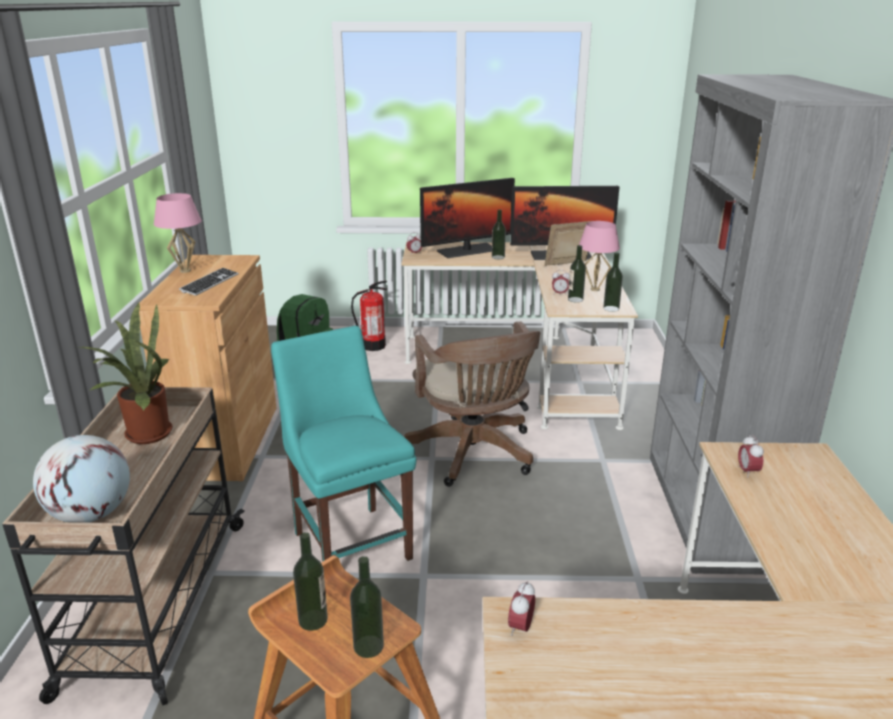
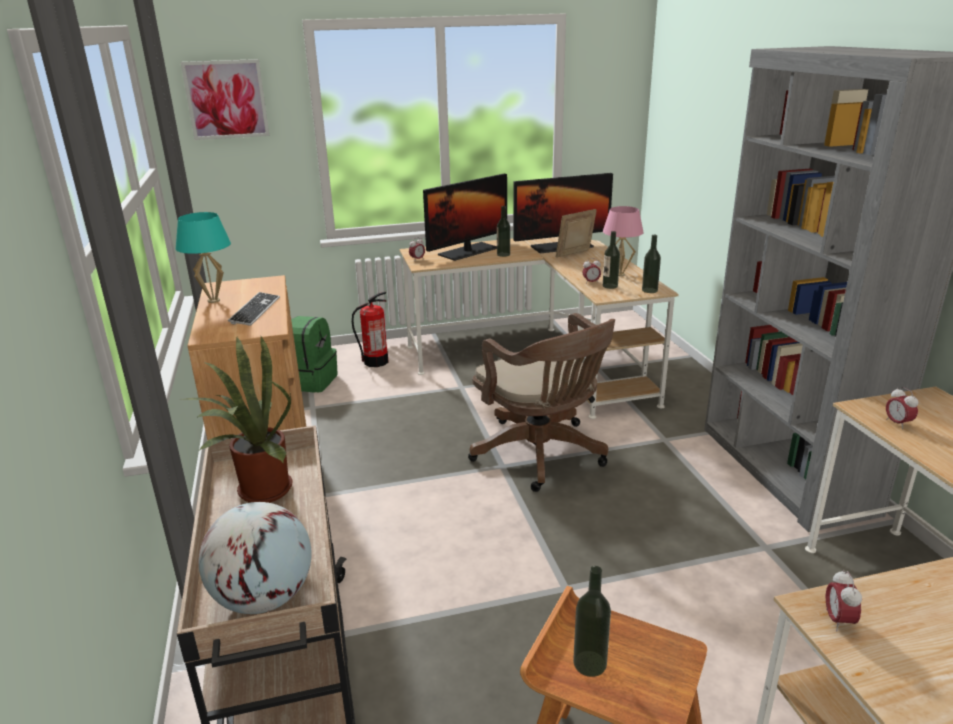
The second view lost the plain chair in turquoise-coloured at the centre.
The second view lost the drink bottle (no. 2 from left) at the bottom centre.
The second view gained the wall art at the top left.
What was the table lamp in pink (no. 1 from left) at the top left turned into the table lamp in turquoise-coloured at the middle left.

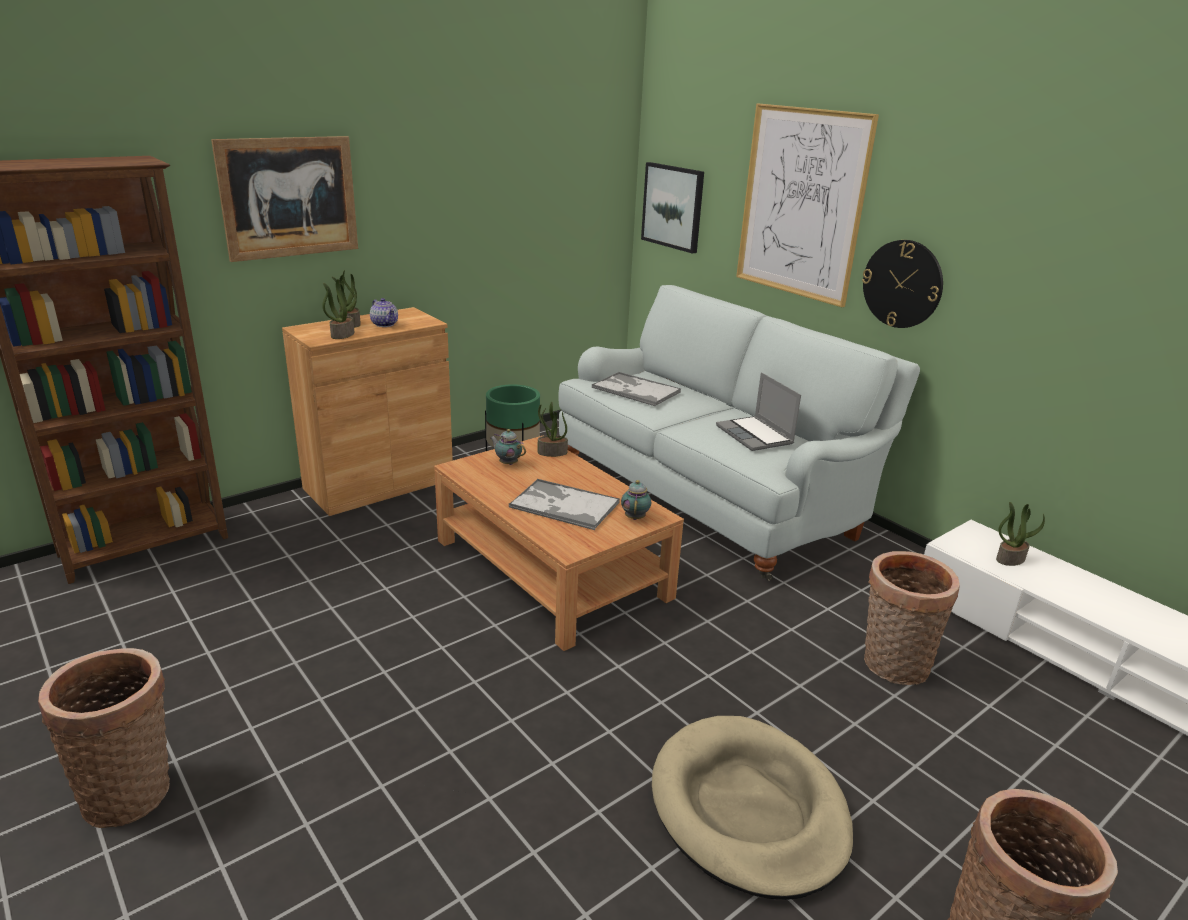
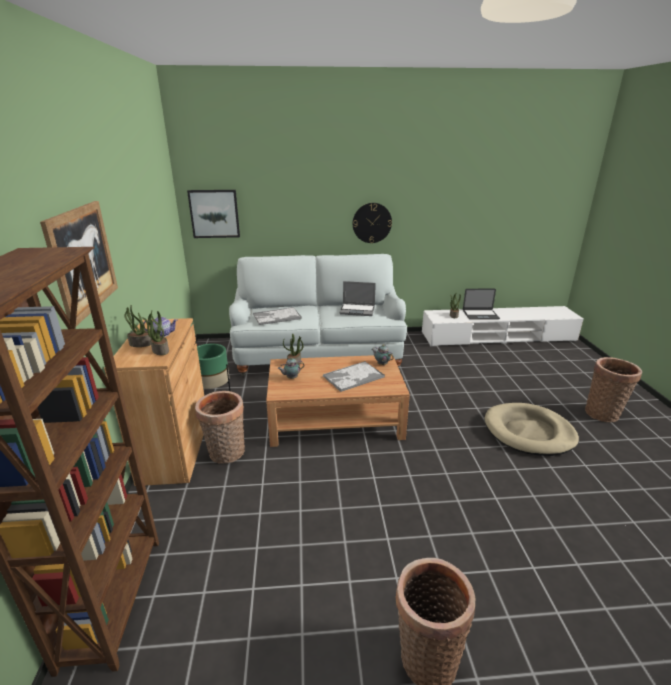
The second view lost the wall art (no. 3 from left) at the top right.
The second view gained the portable computer (no. 2 from left) at the middle right.
The basket (no. 2 from left in the first image) ended up elsewhere, having gone from the bottom right to the middle left.

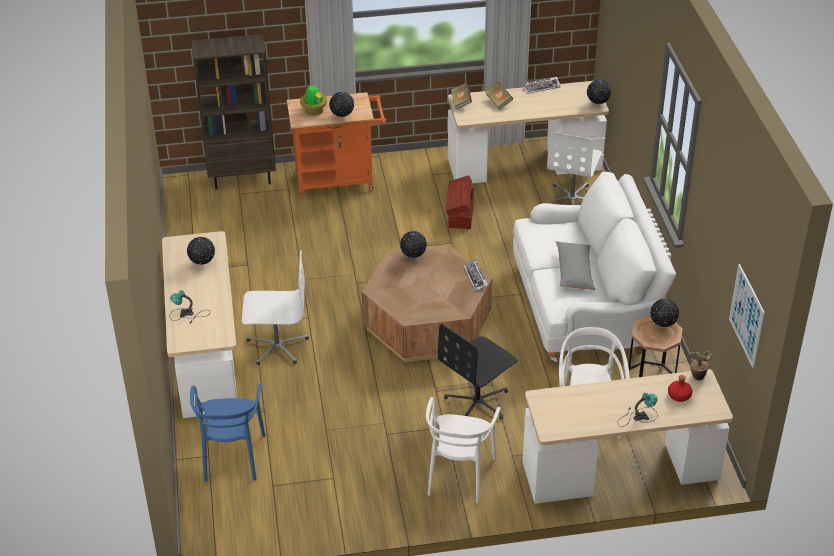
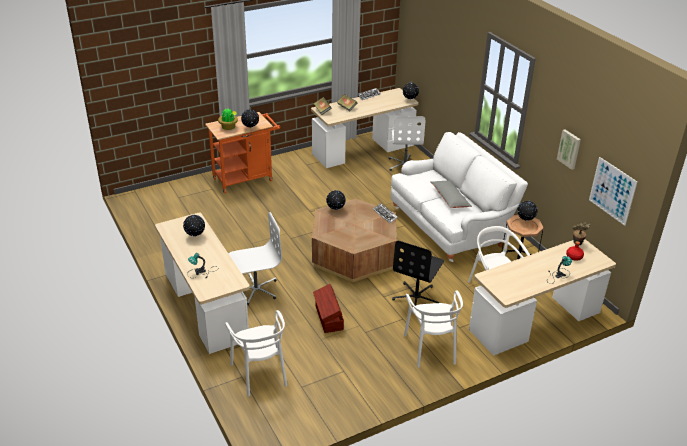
The second view lost the bookcase in brownish at the top left.
The second view gained the wall art (no. 1 from left) at the middle right.
The storage container in brownish ended up elsewhere, having gone from the centre to the bottom centre.
What was the plain chair in bluish at the bottom left turned into the plain chair in white (no. 1 from left) at the bottom centre.

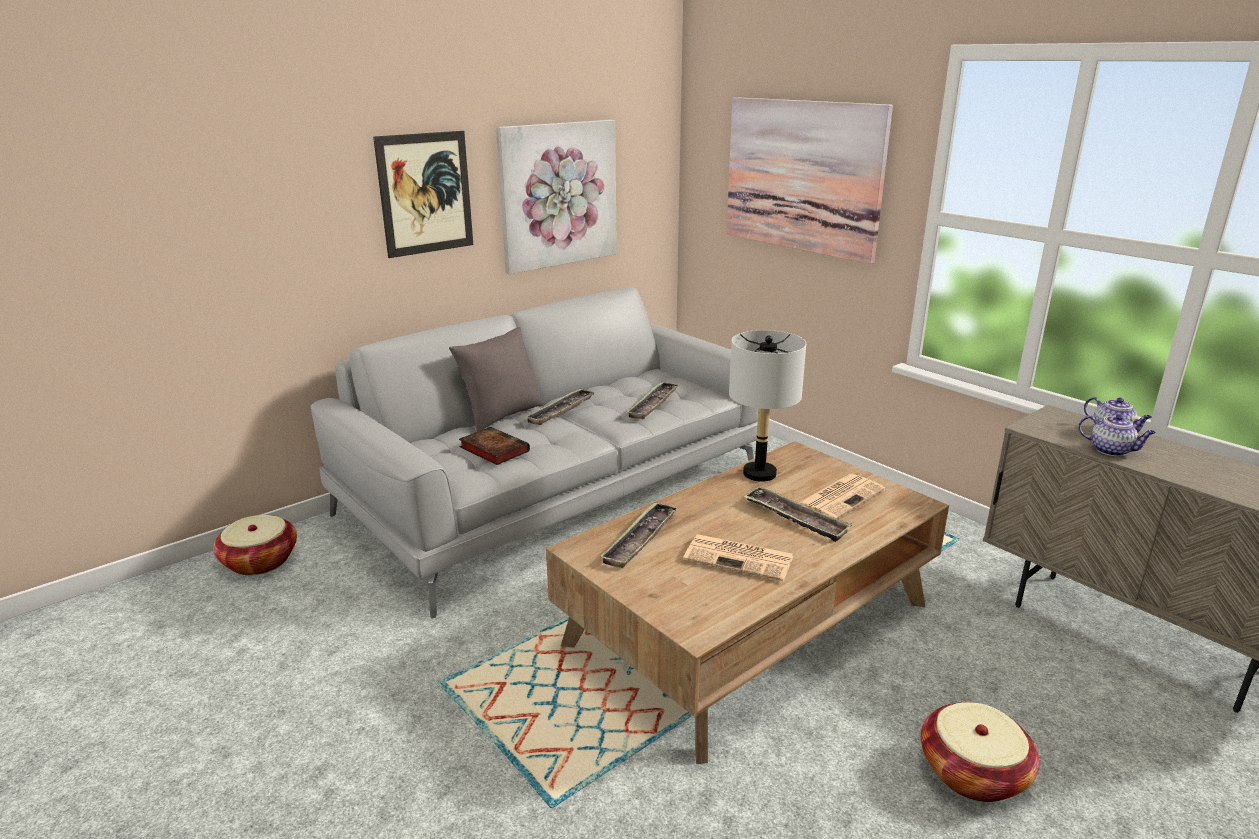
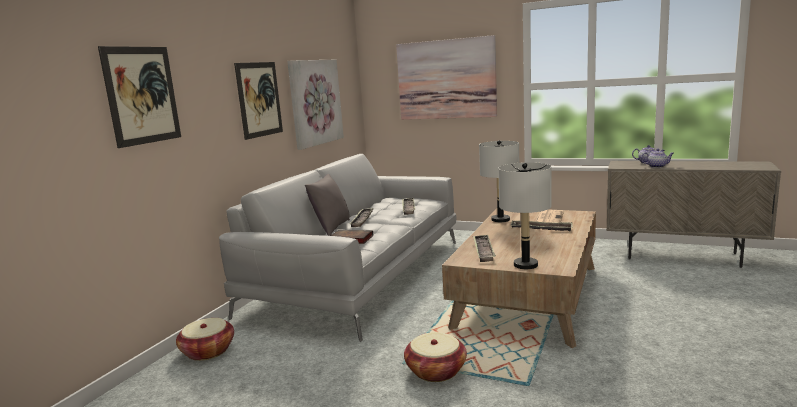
The second view lost the newspaper (no. 1 from left) at the centre.
The second view gained the wall art (no. 1 from left) at the top left.
The second view gained the table lamp in gray (no. 2 from left) at the centre.
The basket (no. 2 from left) ended up elsewhere, having gone from the bottom right to the bottom centre.

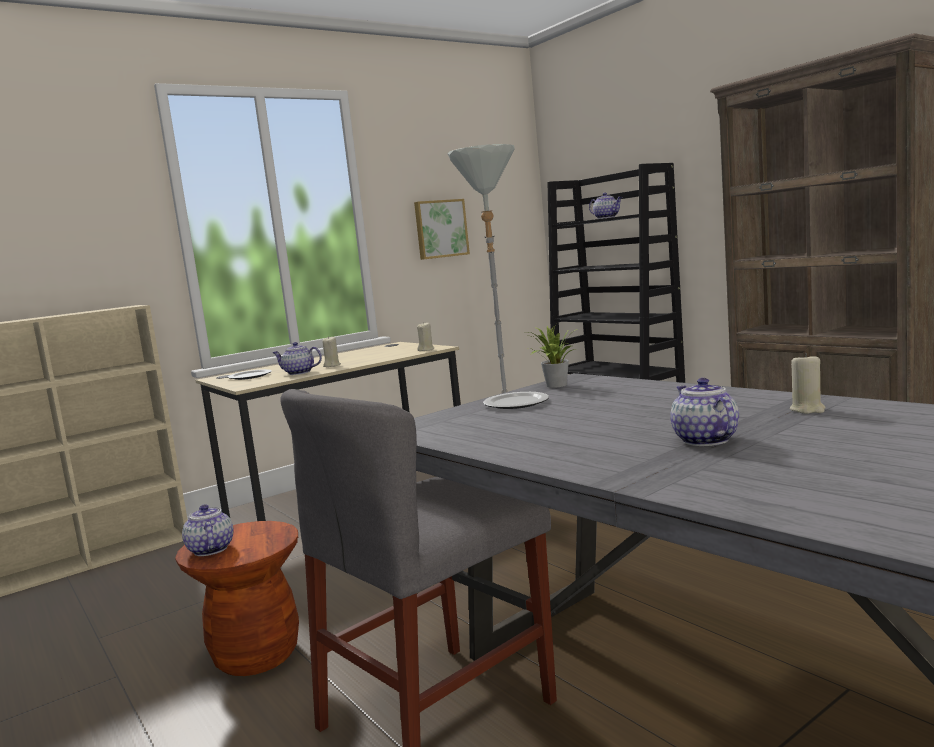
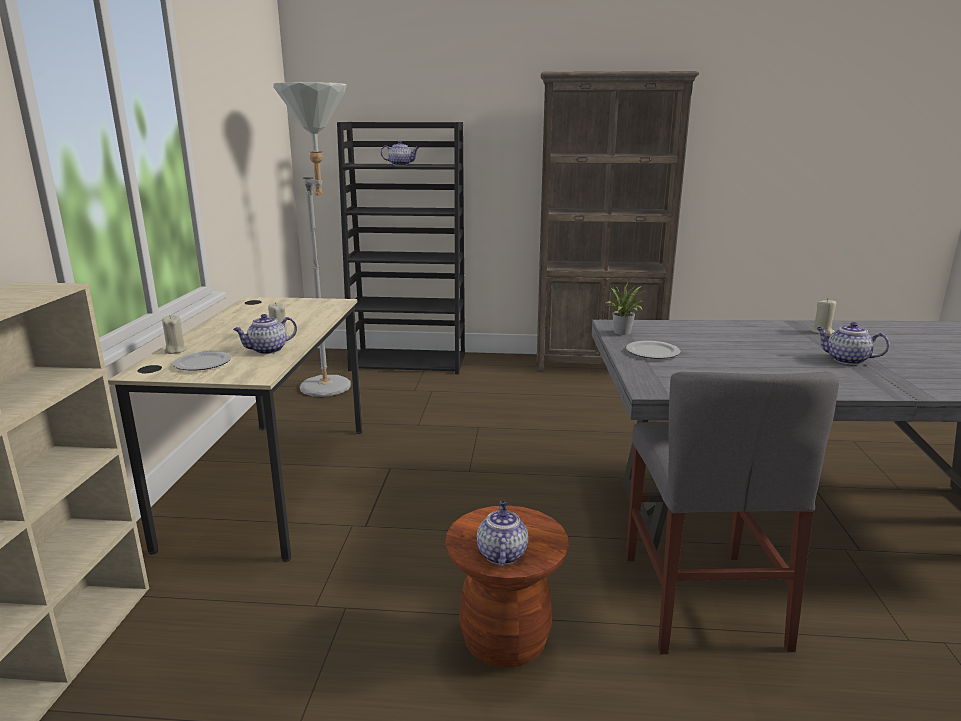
The second view lost the wall art at the top centre.
The wax light in beige-coloured (no. 2 from left in the first image) ended up elsewhere, having gone from the centre to the middle left.
The teapot (no. 1 from left in the first image) at the bottom left ended up facing another way, 75 degrees clockwise from before.

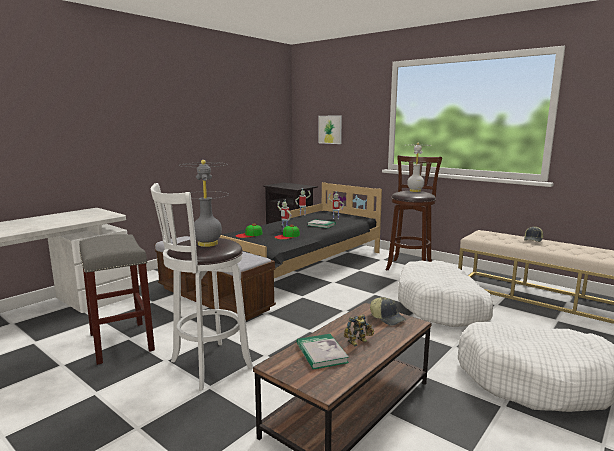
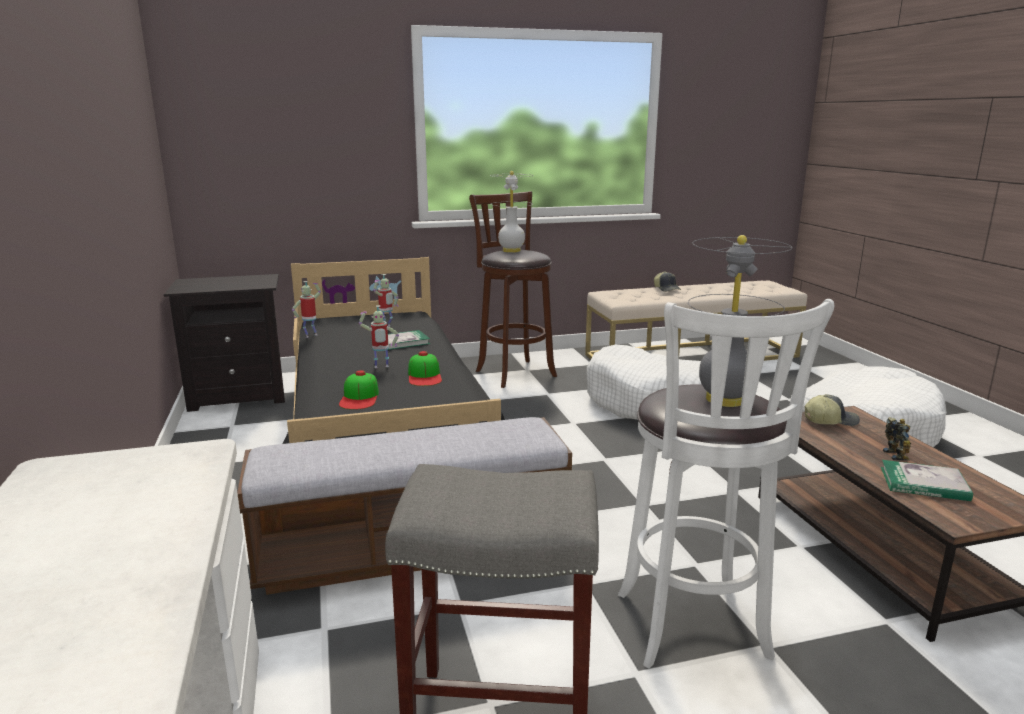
The second view lost the wall art at the top centre.

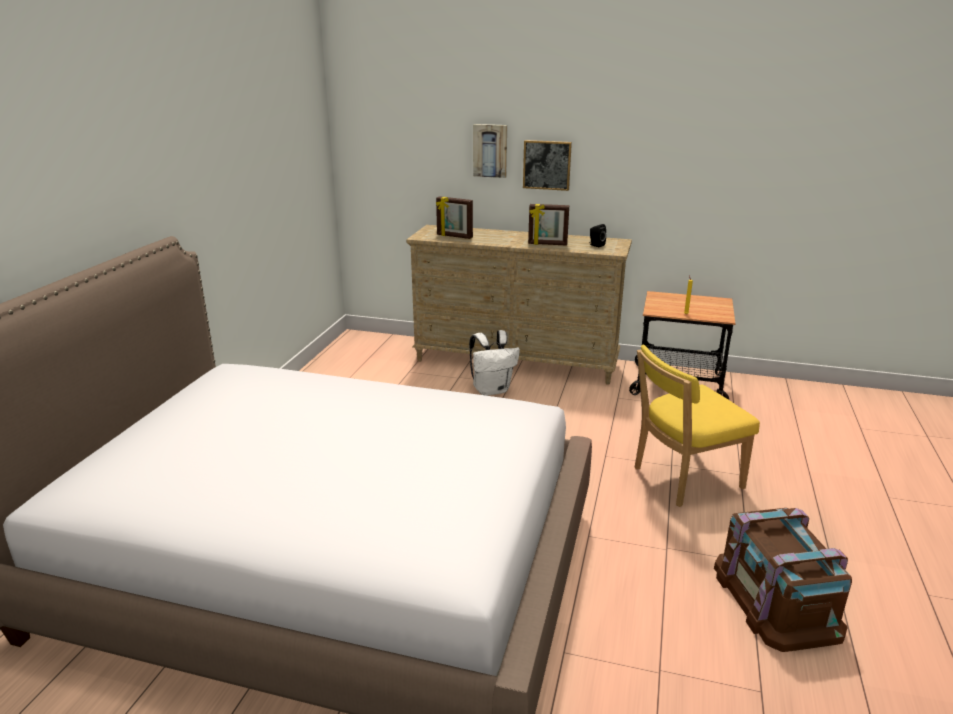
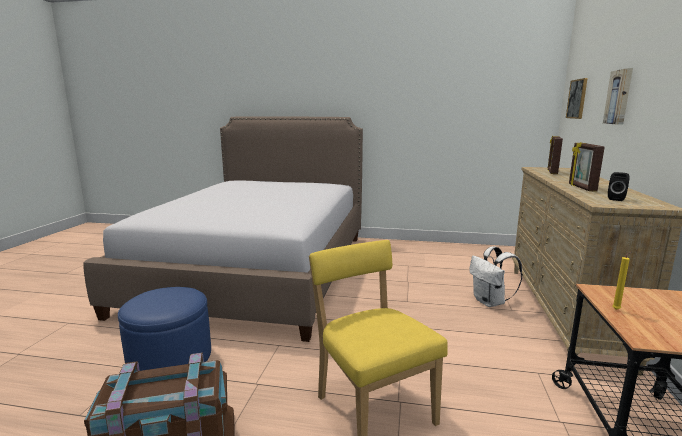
The second view gained the ottoman in bluish at the bottom left.
The wall art (no. 2 from left in the first image) ended up elsewhere, having gone from the top centre to the top right.

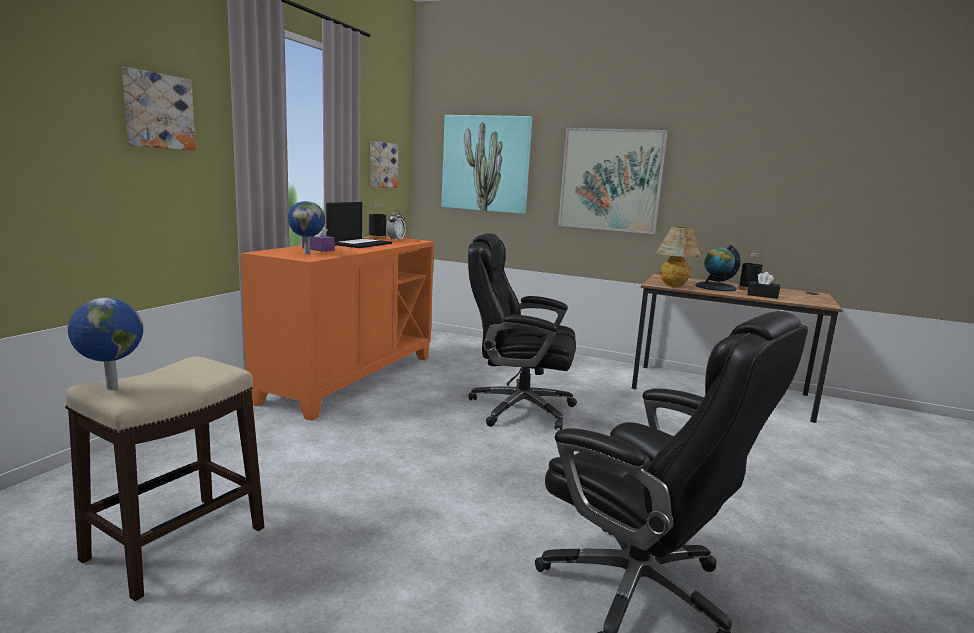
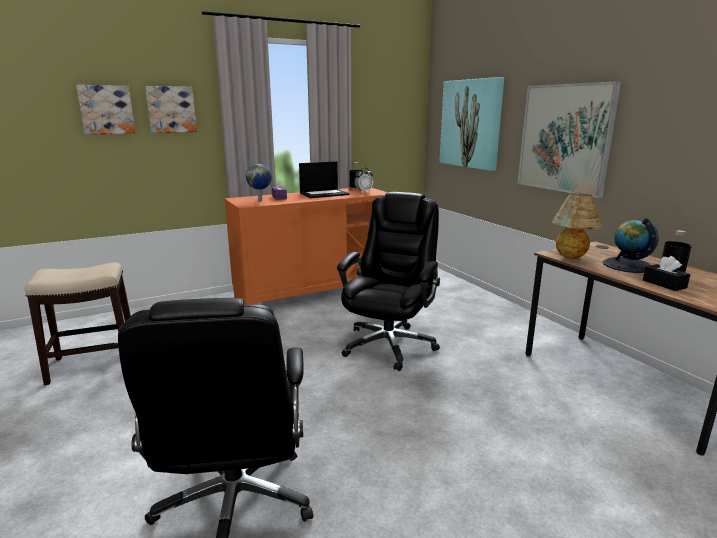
The second view lost the globe (no. 1 from left) at the middle left.
The wall art (no. 2 from left in the first image) ended up elsewhere, having gone from the top centre to the top left.
The computer chair in blackish (no. 1 from left in the first image) at the centre ended up facing another way, 60 degrees clockwise from before.

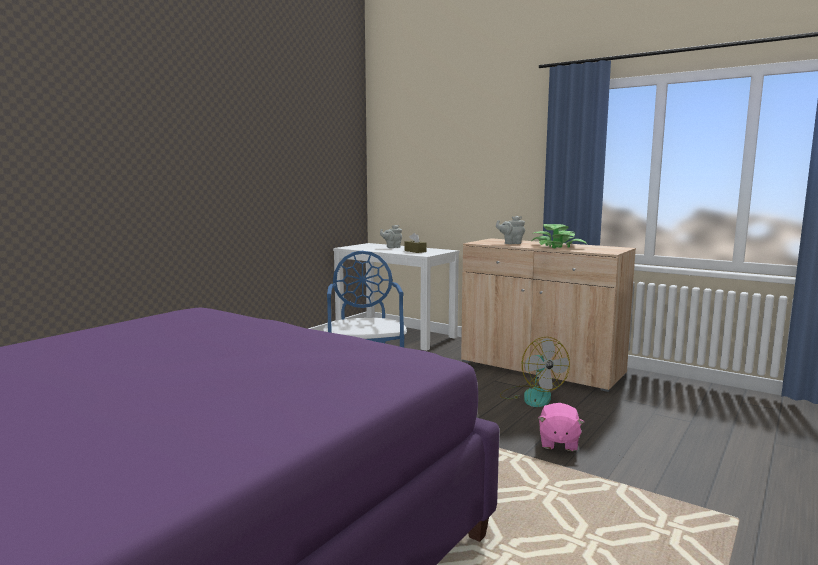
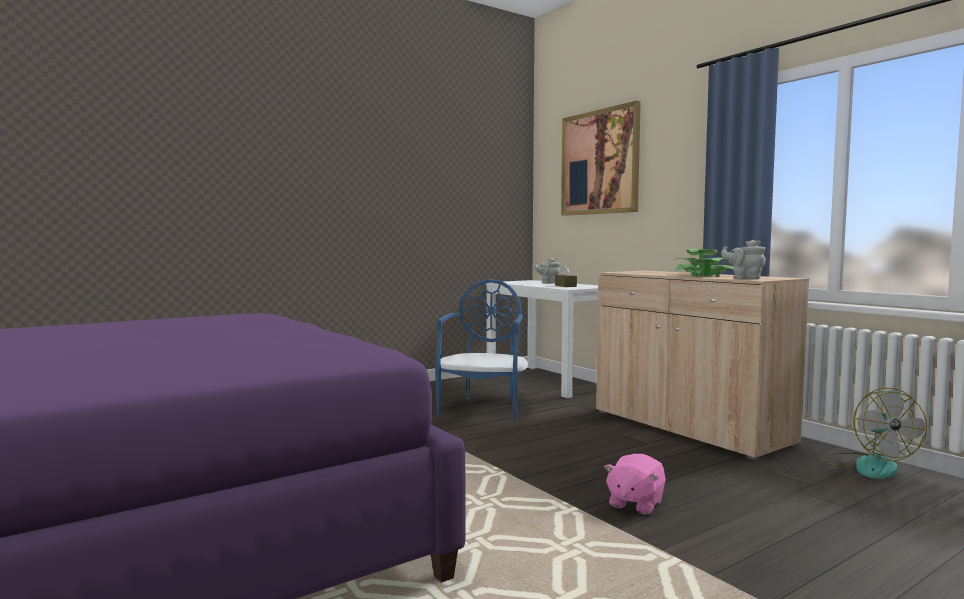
The second view gained the wall art at the top centre.
The teapot in gray (no. 2 from left) ended up elsewhere, having gone from the centre to the middle right.
The electric fan ended up elsewhere, having gone from the centre to the bottom right.

